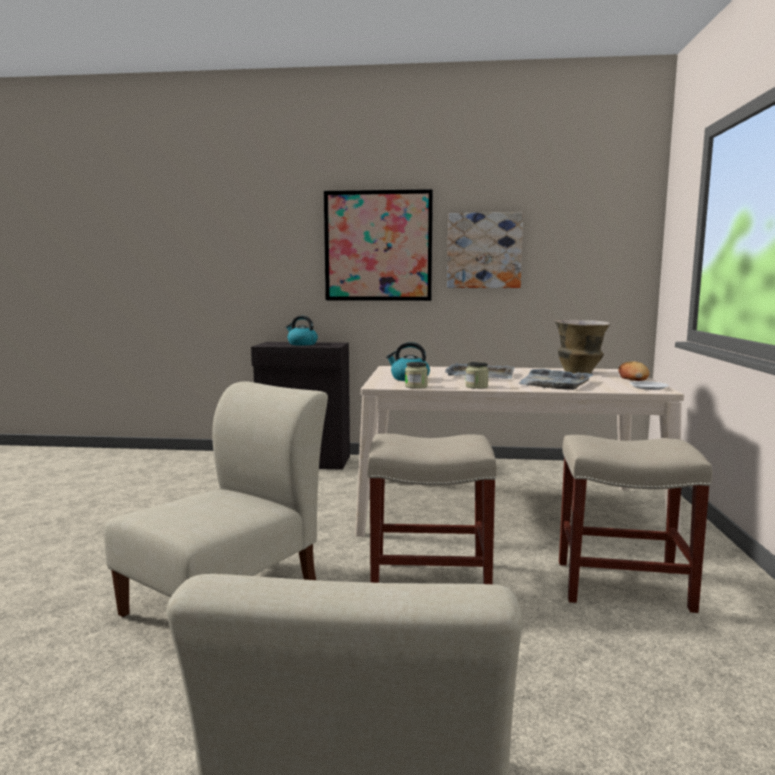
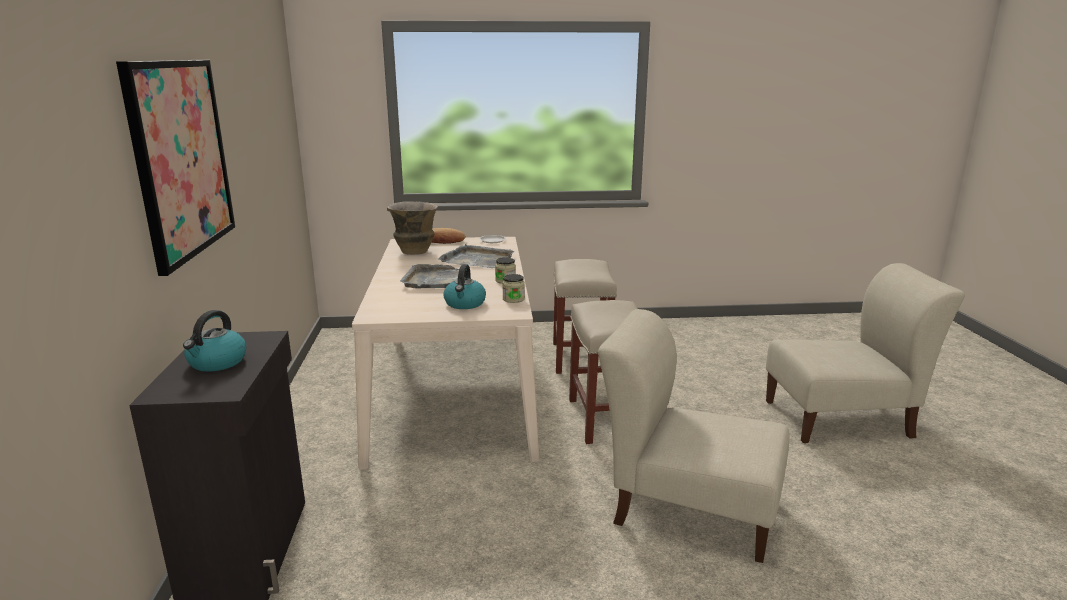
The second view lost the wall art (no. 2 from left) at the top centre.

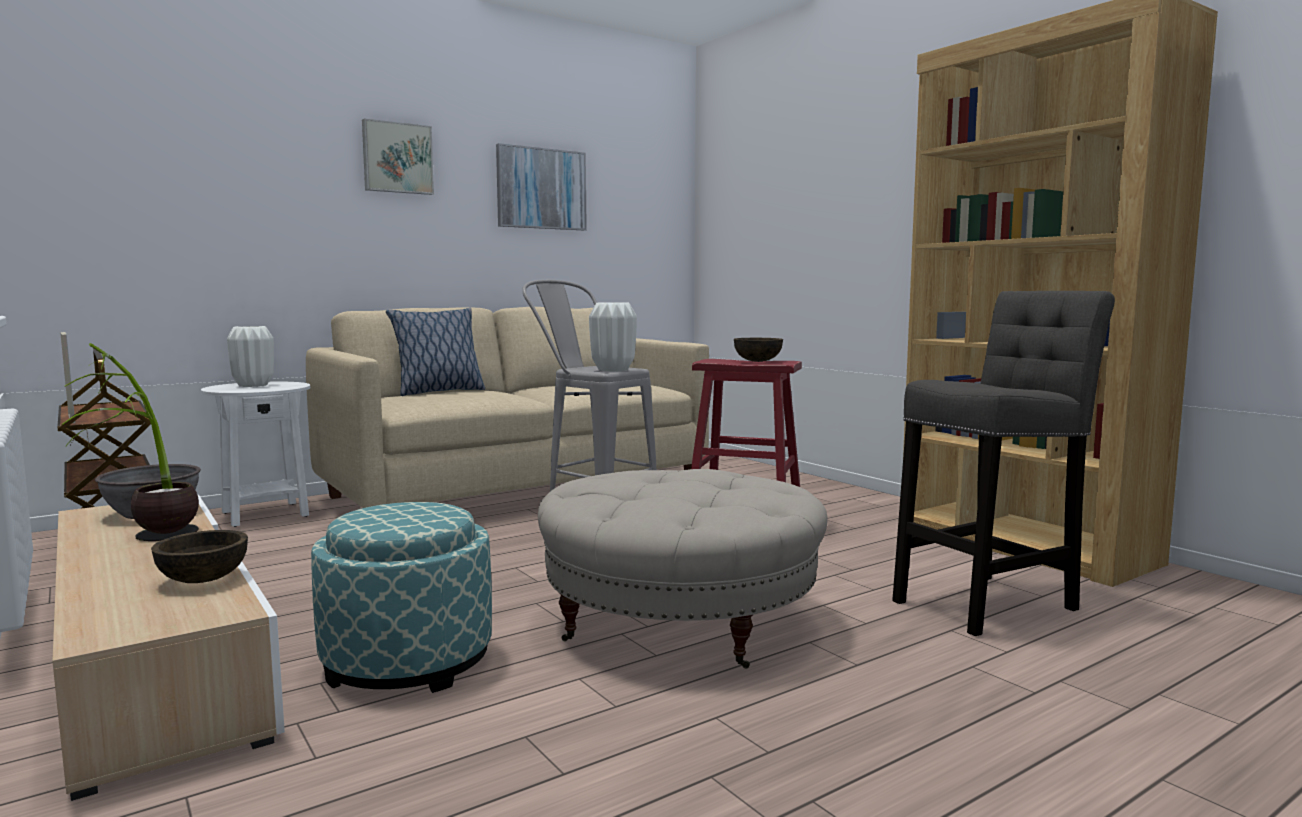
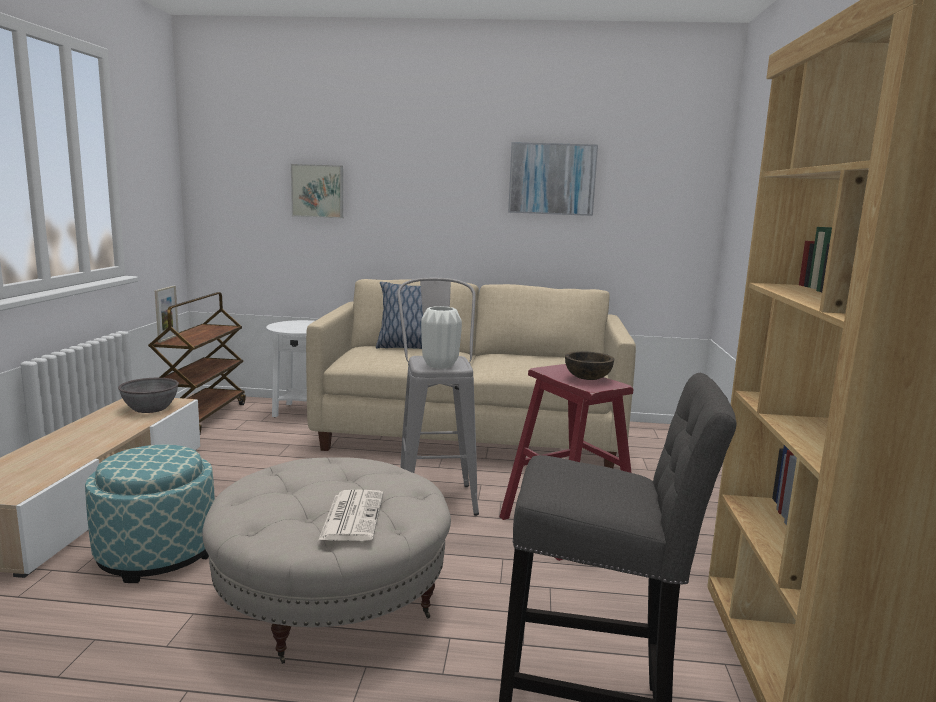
The second view lost the potted plant at the middle left.
The second view lost the bowl in brownish (no. 1 from left) at the bottom left.
The second view lost the decorative vase in white (no. 1 from left) at the middle left.
The second view gained the newspaper at the bottom centre.
The wall art (no. 1 from left) ended up elsewhere, having gone from the top left to the top centre.

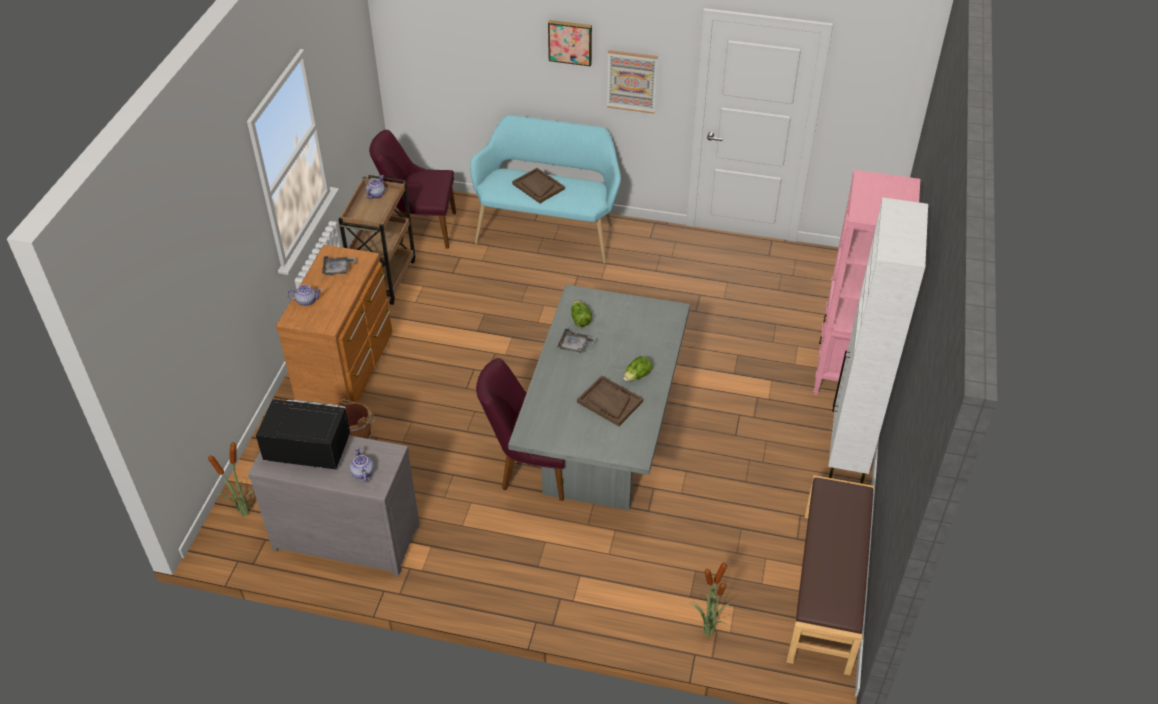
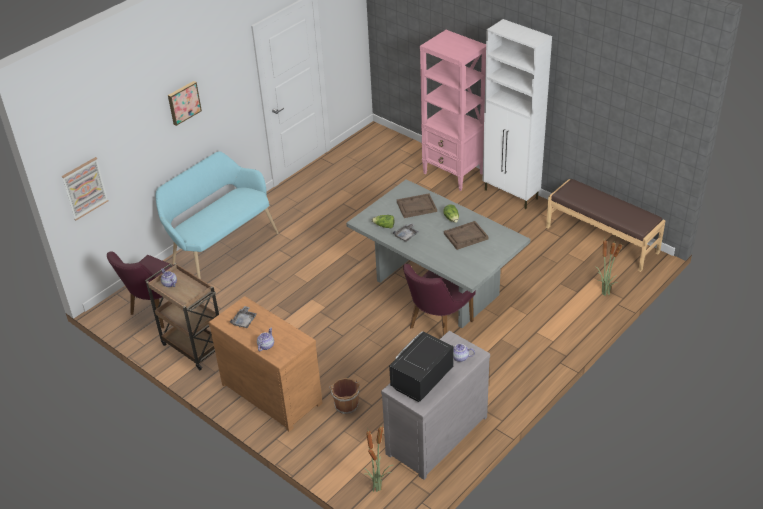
The carrying tray in brownish (no. 1 from left) ended up elsewhere, having gone from the top centre to the centre.
The wall art (no. 2 from left in the first image) ended up elsewhere, having gone from the top centre to the middle left.

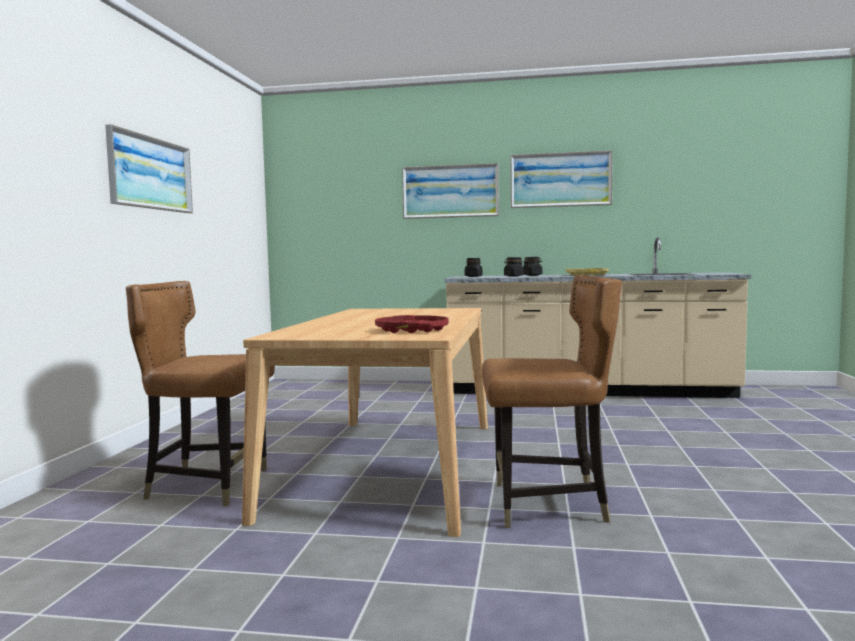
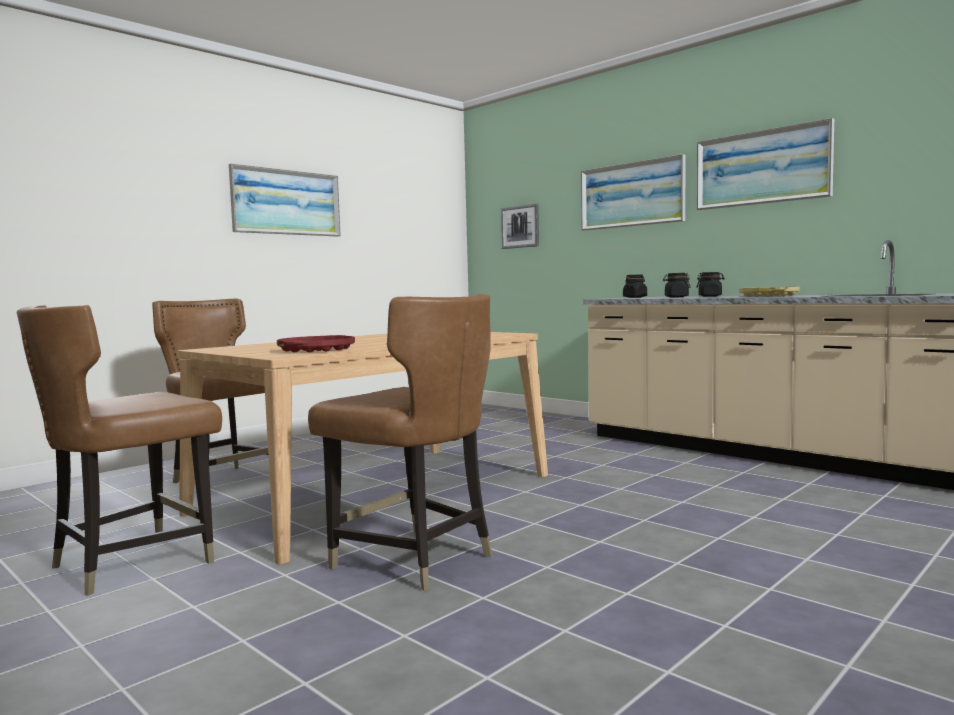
The second view gained the plain chair in brownish (no. 1 from left) at the middle left.
The second view gained the wall art (no. 2 from left) at the top centre.

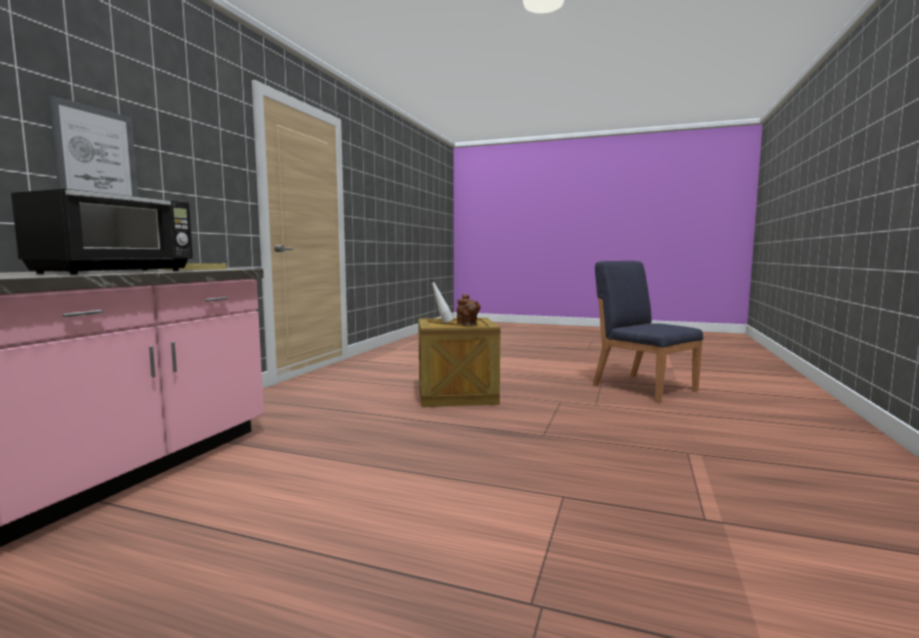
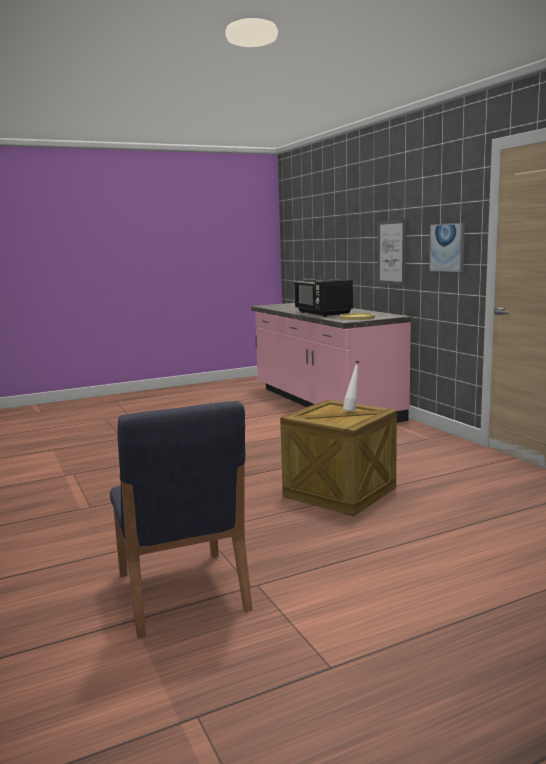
The second view lost the teapot in brownish at the centre.
The second view gained the wall art (no. 2 from left) at the top right.
The plain chair in bluish at the middle right ended up facing another way, 60 degrees clockwise from before.

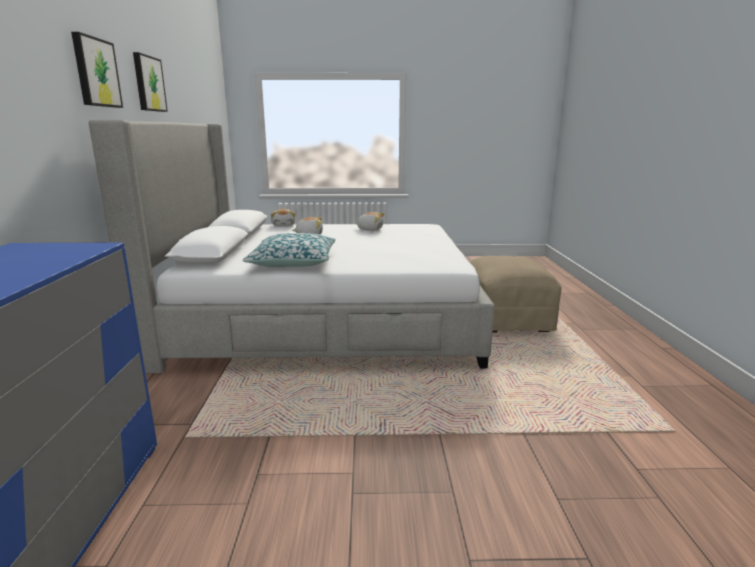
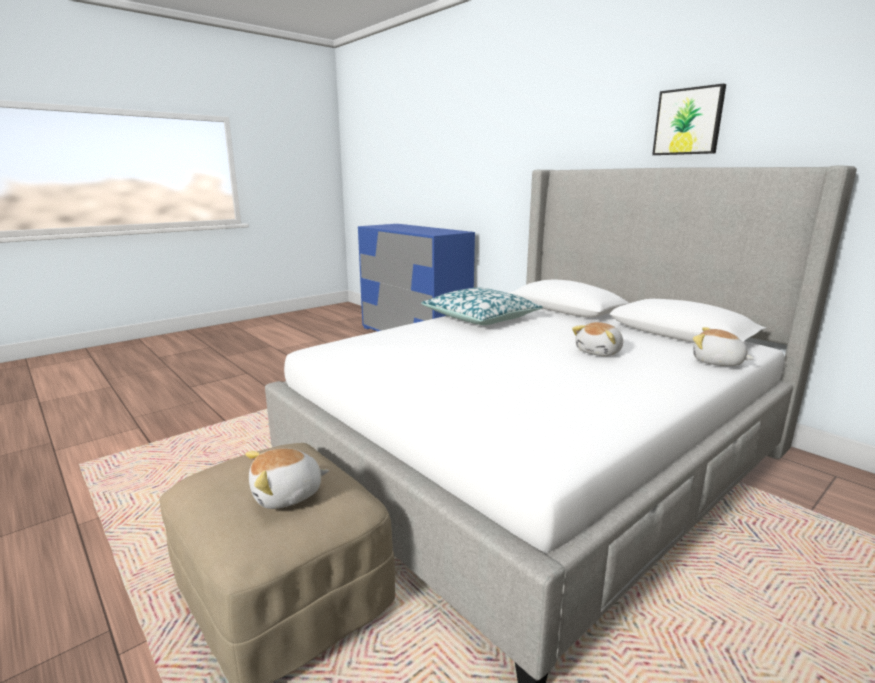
The second view lost the wall art (no. 1 from left) at the top left.
The plush toy (no. 3 from left in the first image) ended up elsewhere, having gone from the centre to the bottom left.

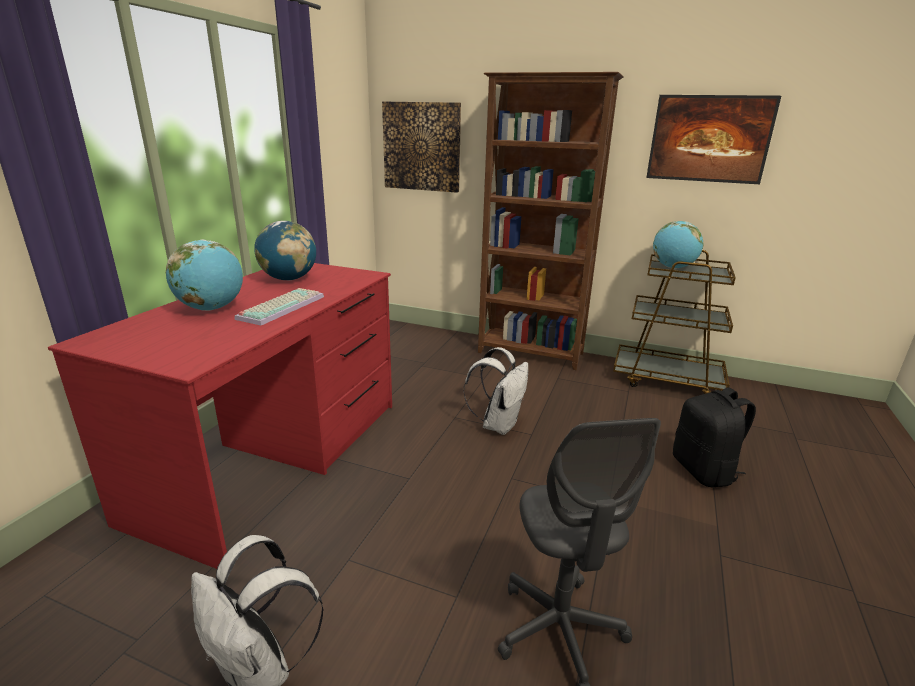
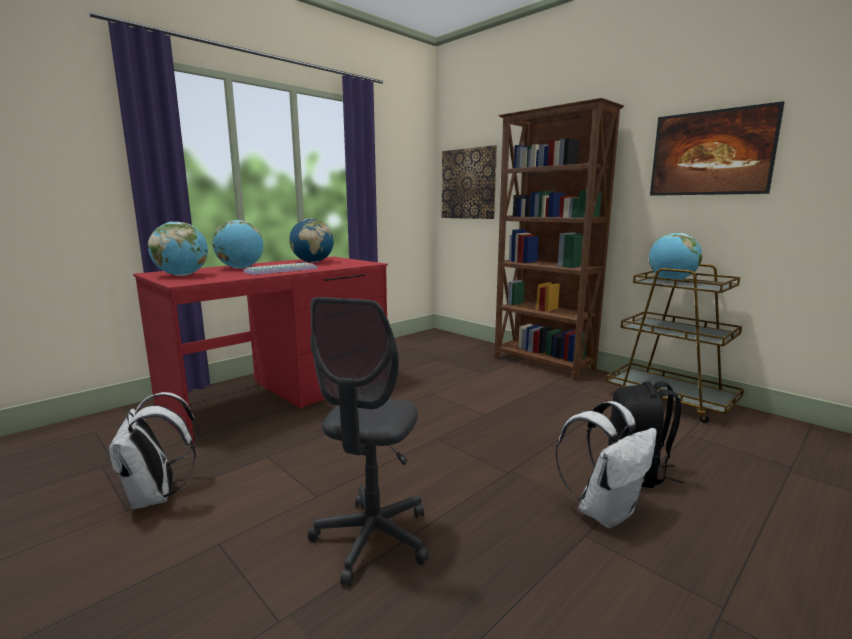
The second view gained the globe (no. 1 from left) at the middle left.
The knapsack in white (no. 2 from left) ended up elsewhere, having gone from the centre to the bottom right.

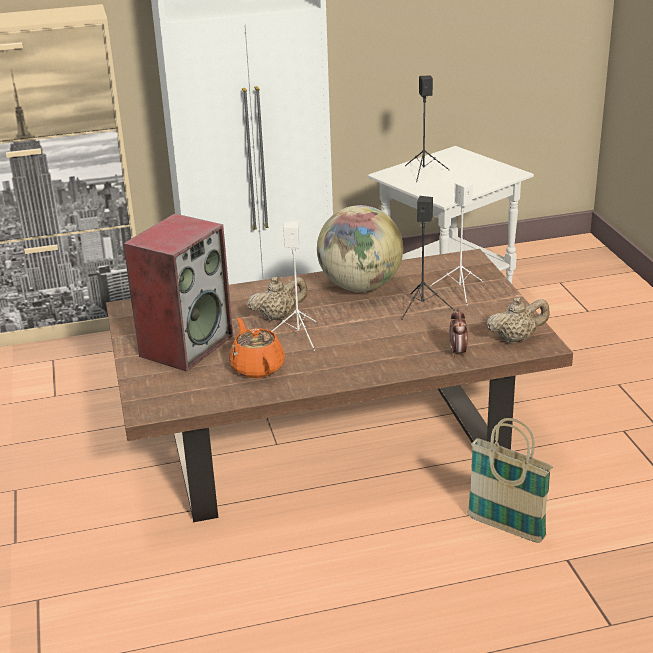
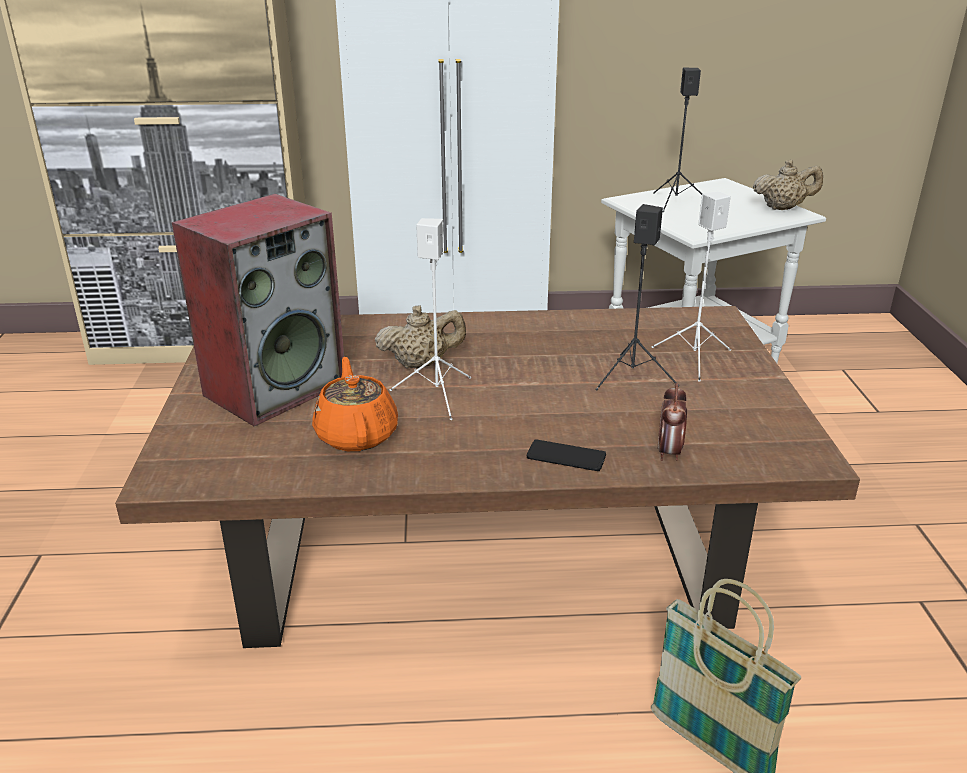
The second view lost the globe at the centre.
The second view gained the telephone at the centre.
The teapot in beige-coloured (no. 2 from left) ended up elsewhere, having gone from the middle right to the top right.

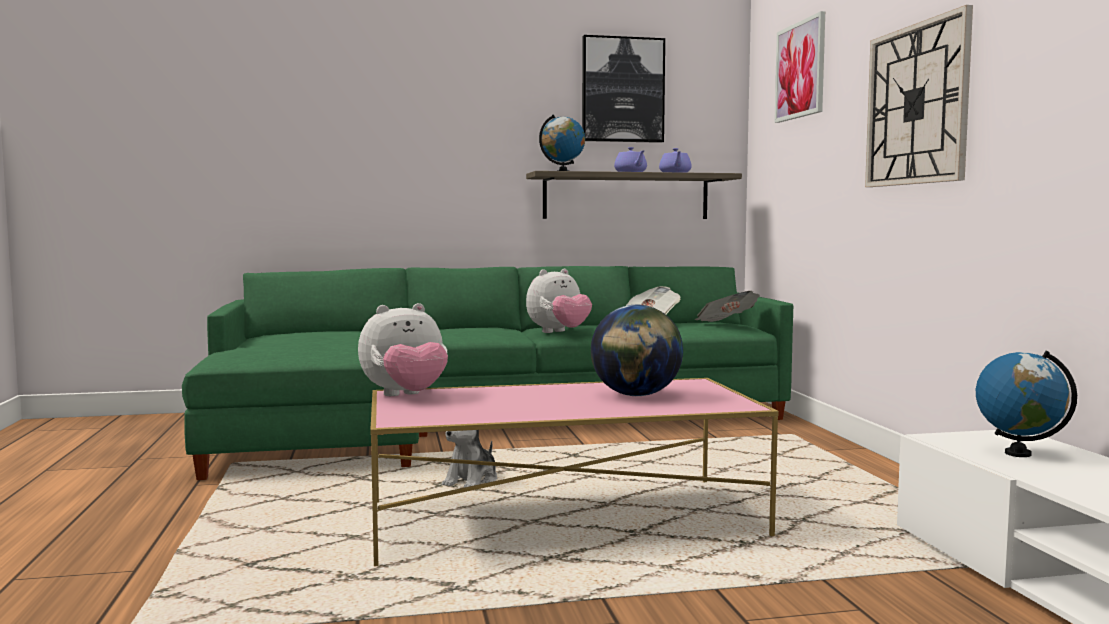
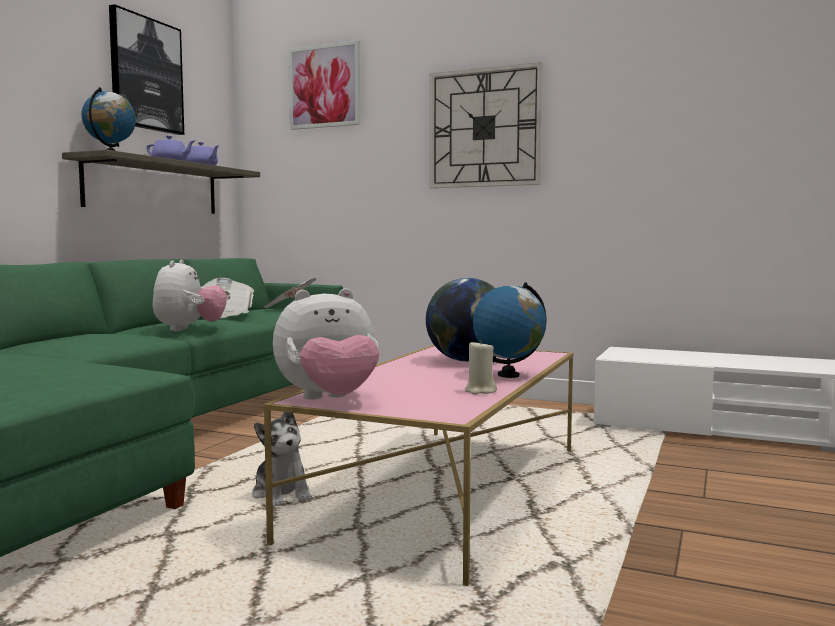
The second view gained the wax light in beige-coloured at the centre.
The globe (no. 3 from left) ended up elsewhere, having gone from the middle right to the centre.
The plush toy (no. 1 from left in the first image) at the centre ended up facing another way, 60 degrees clockwise from before.

